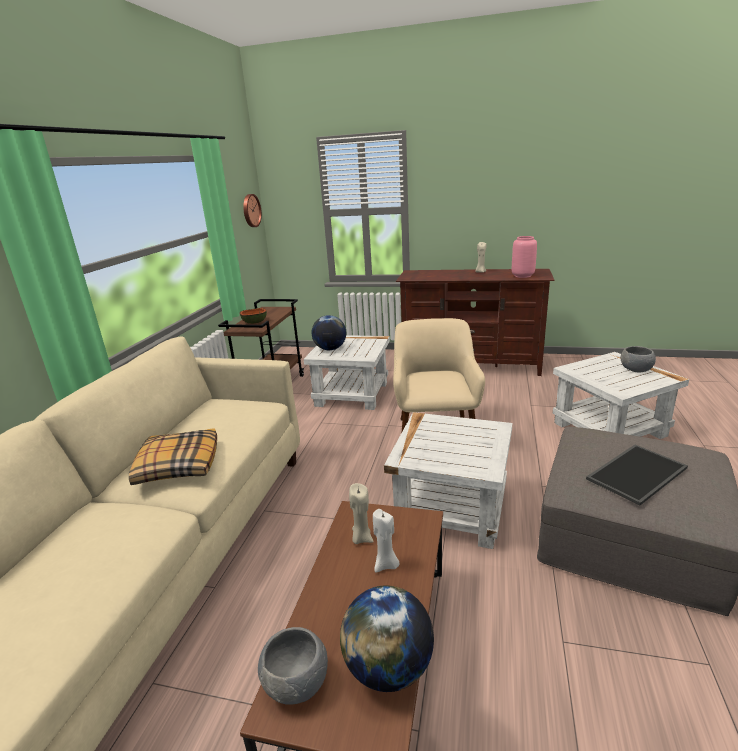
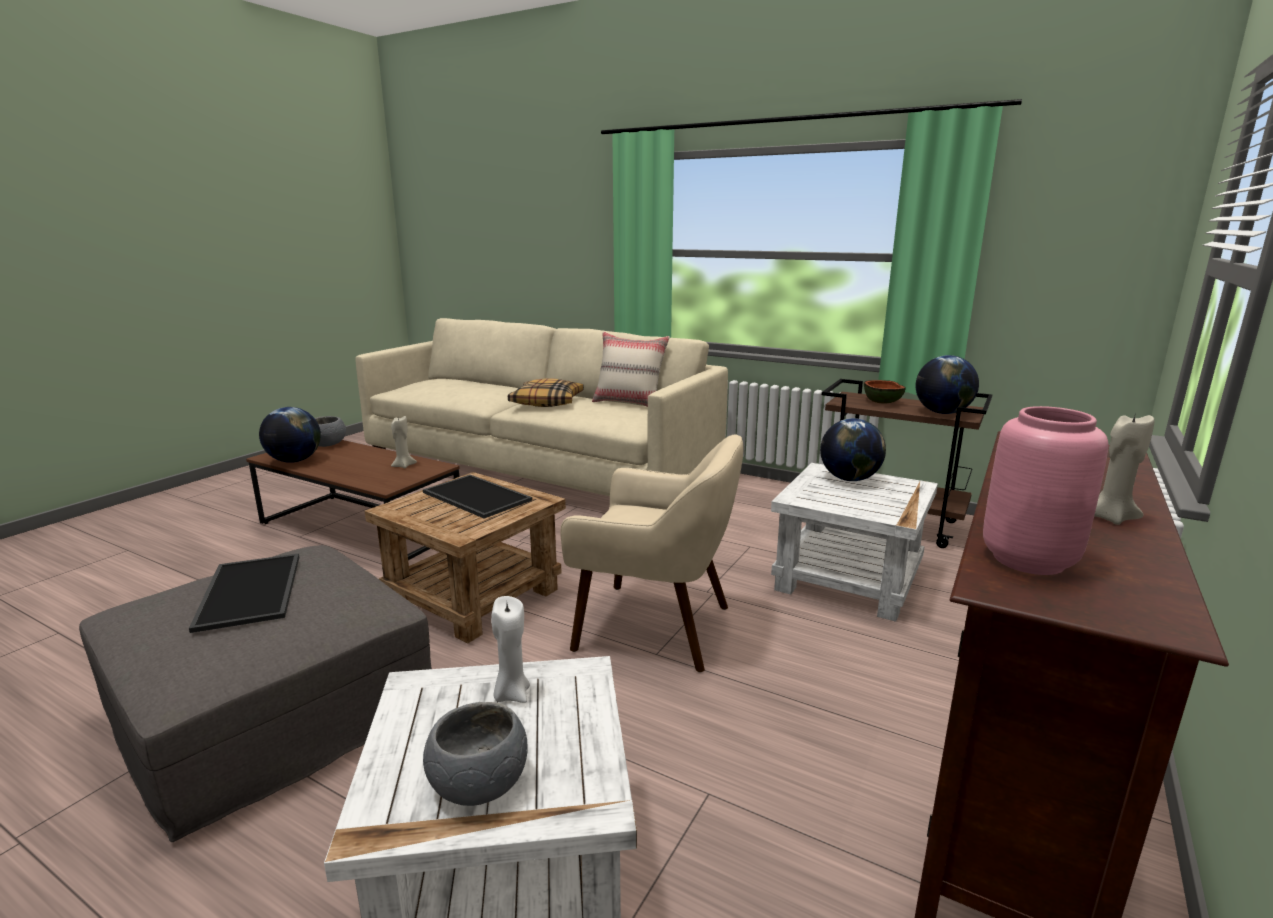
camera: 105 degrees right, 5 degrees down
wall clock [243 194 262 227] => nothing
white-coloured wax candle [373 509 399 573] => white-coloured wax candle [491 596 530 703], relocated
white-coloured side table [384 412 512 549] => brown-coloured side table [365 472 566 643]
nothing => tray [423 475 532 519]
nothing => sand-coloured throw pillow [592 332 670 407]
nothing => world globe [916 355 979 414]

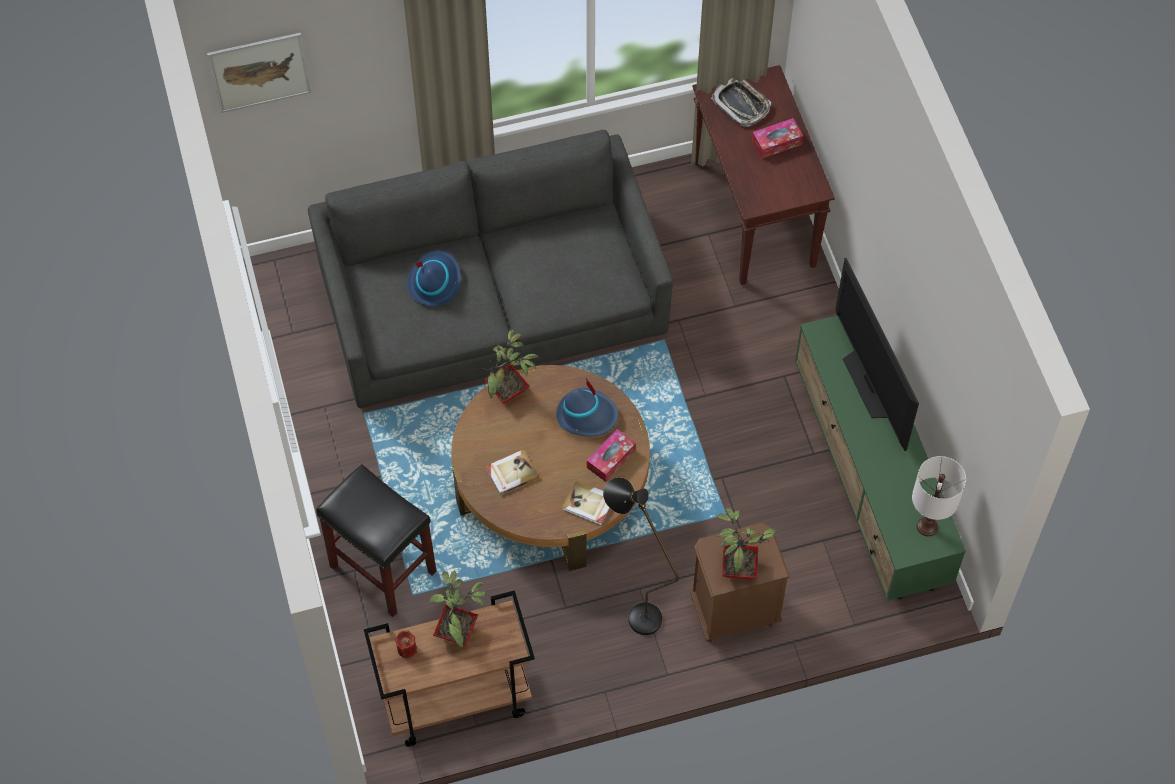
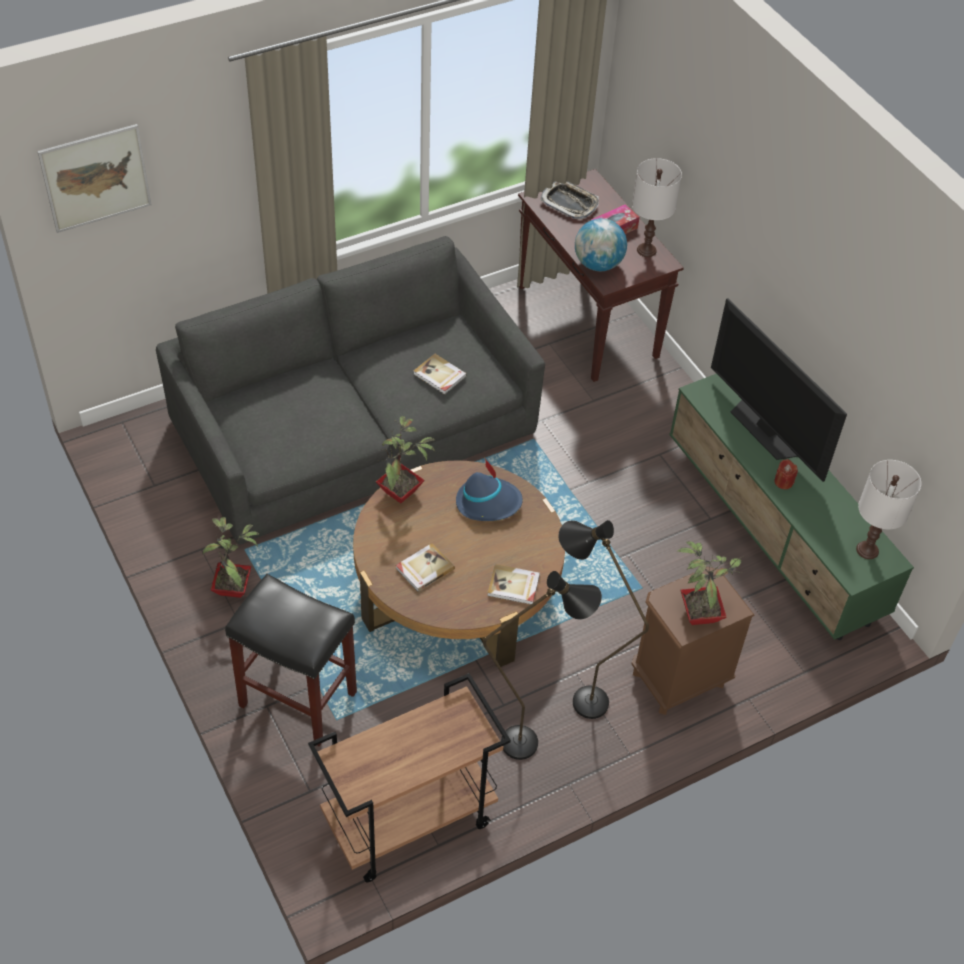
camera: 15 degrees left, 10 degrees down
red-coloured wax candle [395 630 417 658] => red-coloured wax candle [774 459 798 489], relocated
bluish hat [407 251 461 306] => nothing
houseplant [429 571 489 648] => houseplant [203 517 259 598], relocated
tissue box [587 429 636 482] => nothing
nothing => bound book [413 354 467 395]
nothing => black standing lamp [483 571 602 760]
nothing => world globe [575 218 627 271]
nothing => white-coloured tabletop lamp [632 158 682 257]

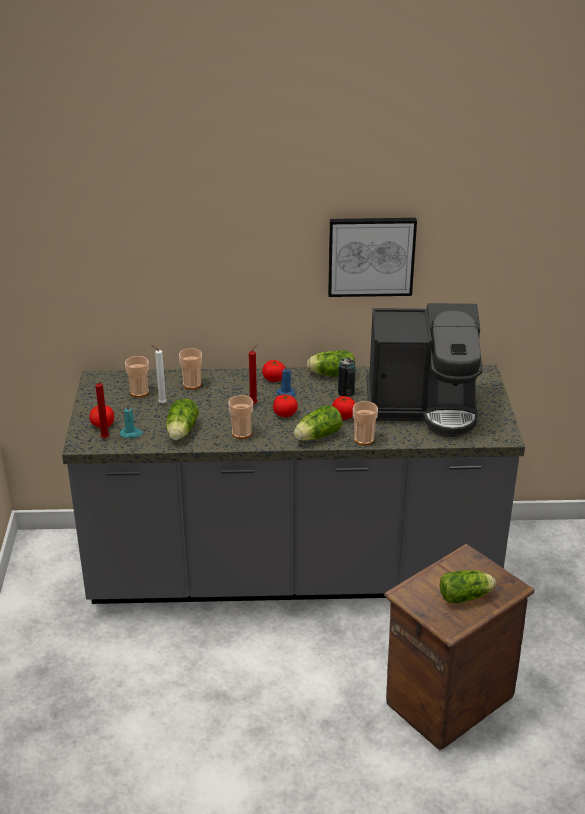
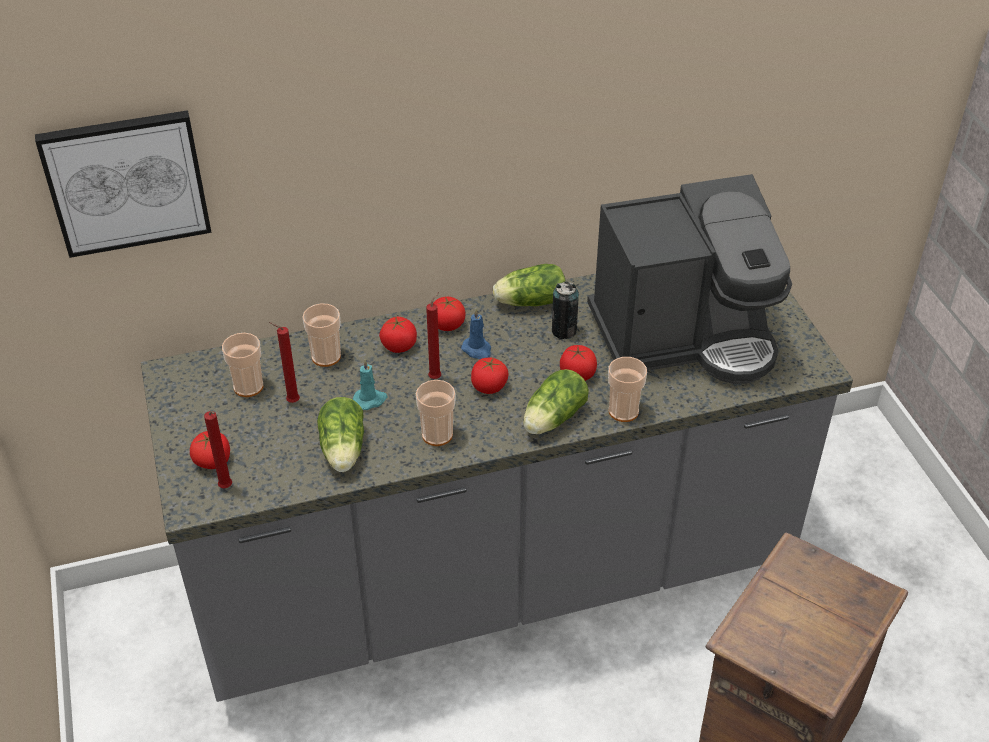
camera: 15 degrees left, 10 degrees up
blue-green wax candle [120 403 143 438] => blue-green wax candle [353 359 387 410], relocated
white-coloured wax candle [152 345 167 404] => red-coloured wax candle [269 322 300 403]
wall art [328 218 417 297] => wall art [35 110 212 258], relocated
lettuce [440 570 496 603] => nothing
nothing => whole tomato [379 316 417 353]

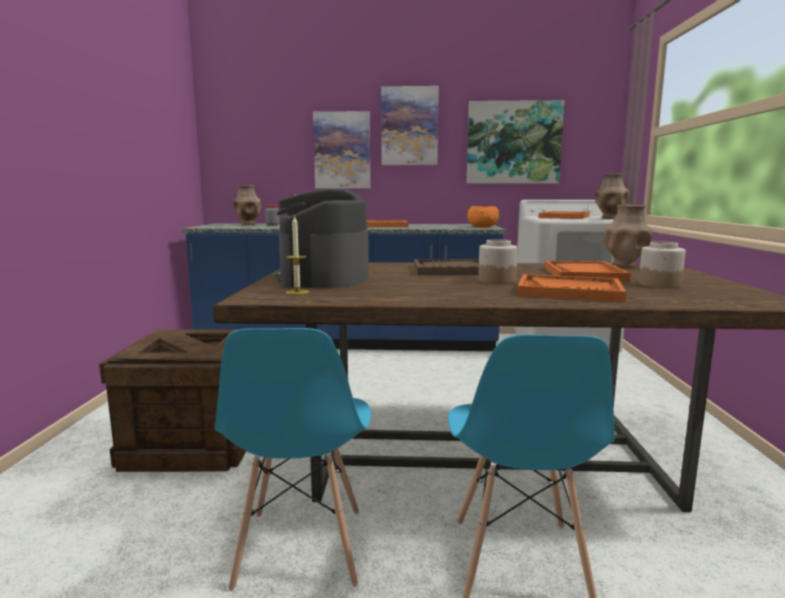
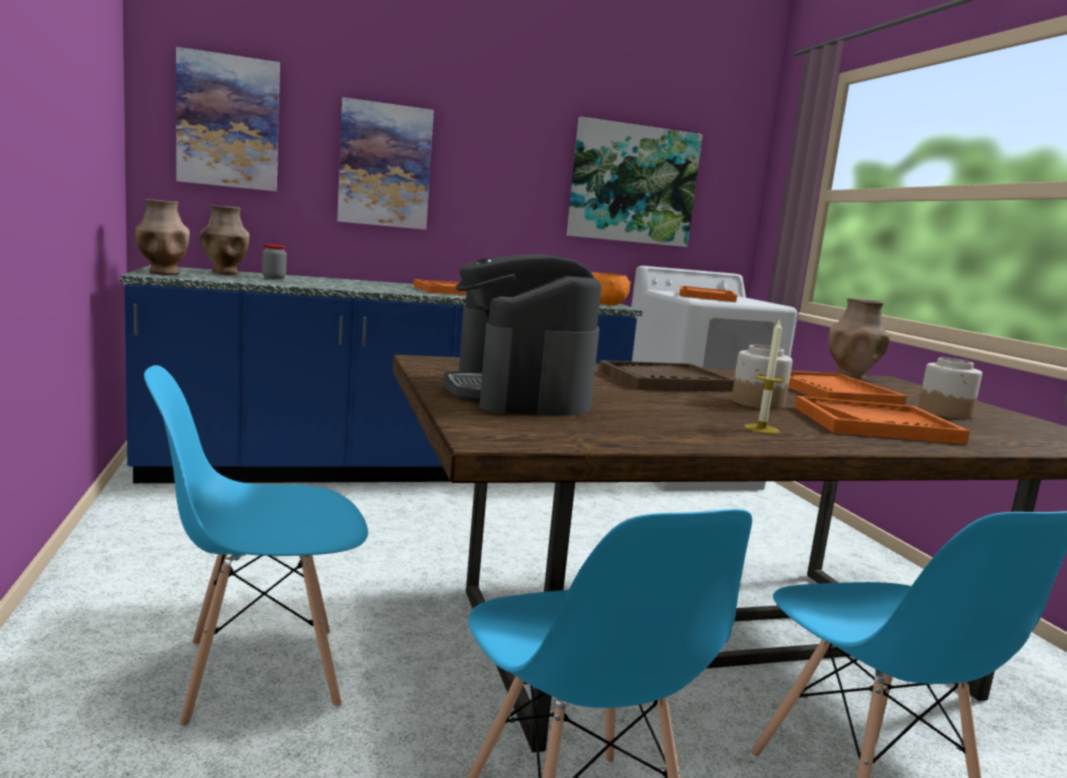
camera: 20 degrees left, 0 degrees up
packing crate [99 329 246 472] => bluish chair [144 365 368 728]
wax candle [286 216 309 295] => wax candle [744 319 785 434], relocated
wall art [381 86 439 165] => wall art [176 47 280 192], relocated
brown-coloured decorative vase [595 173 629 219] => brown-coloured decorative vase [135 199 190 275], relocated

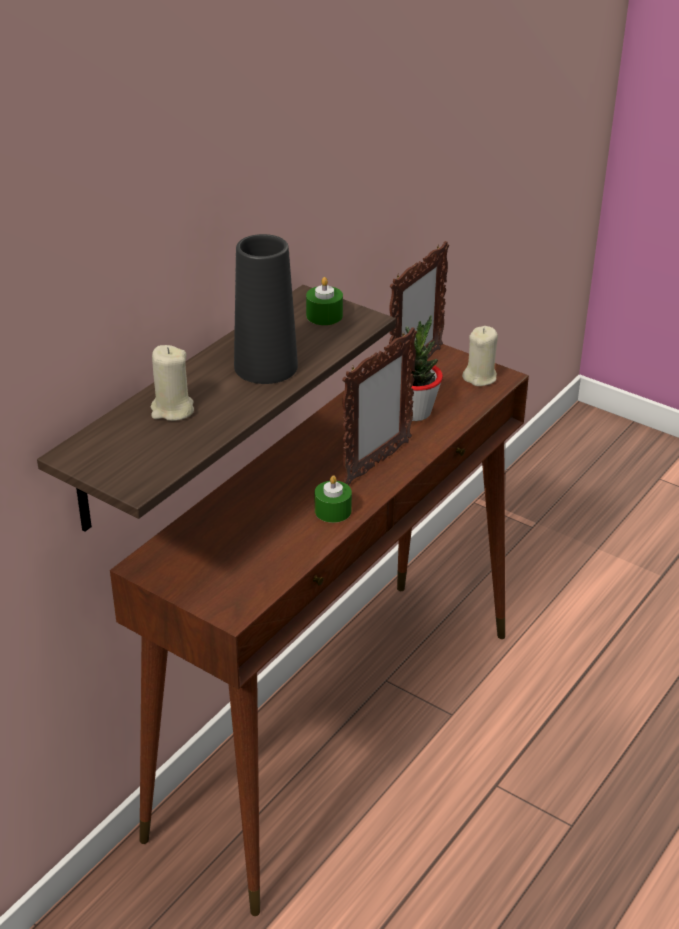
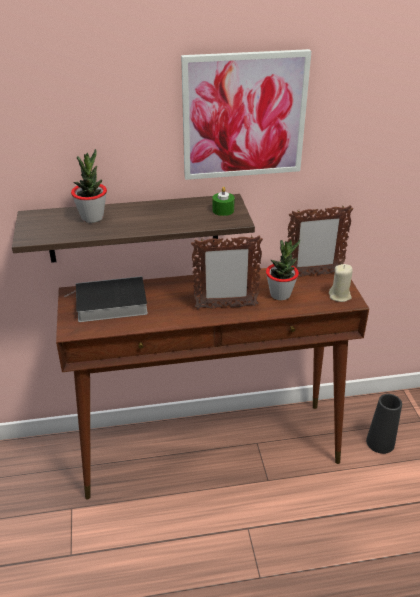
camera: 45 degrees right, 0 degrees up
sand-coloured wax candle [151 345 194 421] => houseplant [71 149 107 223]
black decorative vase [234 234 298 384] => black decorative vase [366 394 402 454], relocated
green-coloured wax candle [315 475 352 523] => nothing
nothing => bound book [65 276 148 322]
nothing => wall art [181 49 312 180]

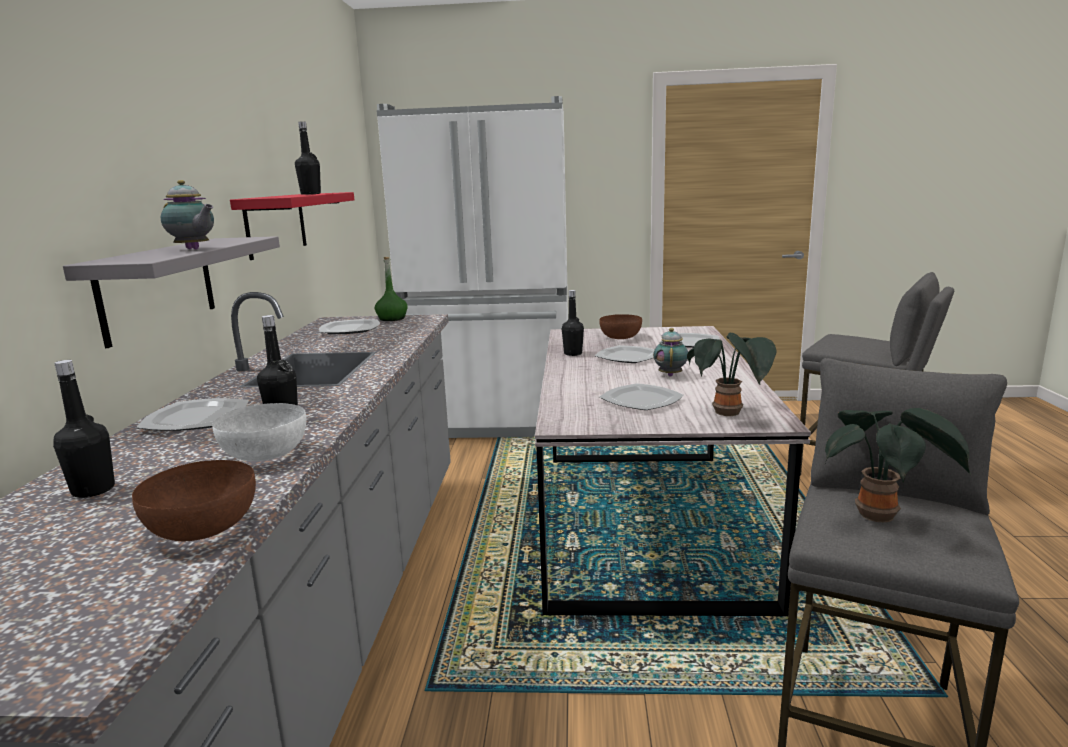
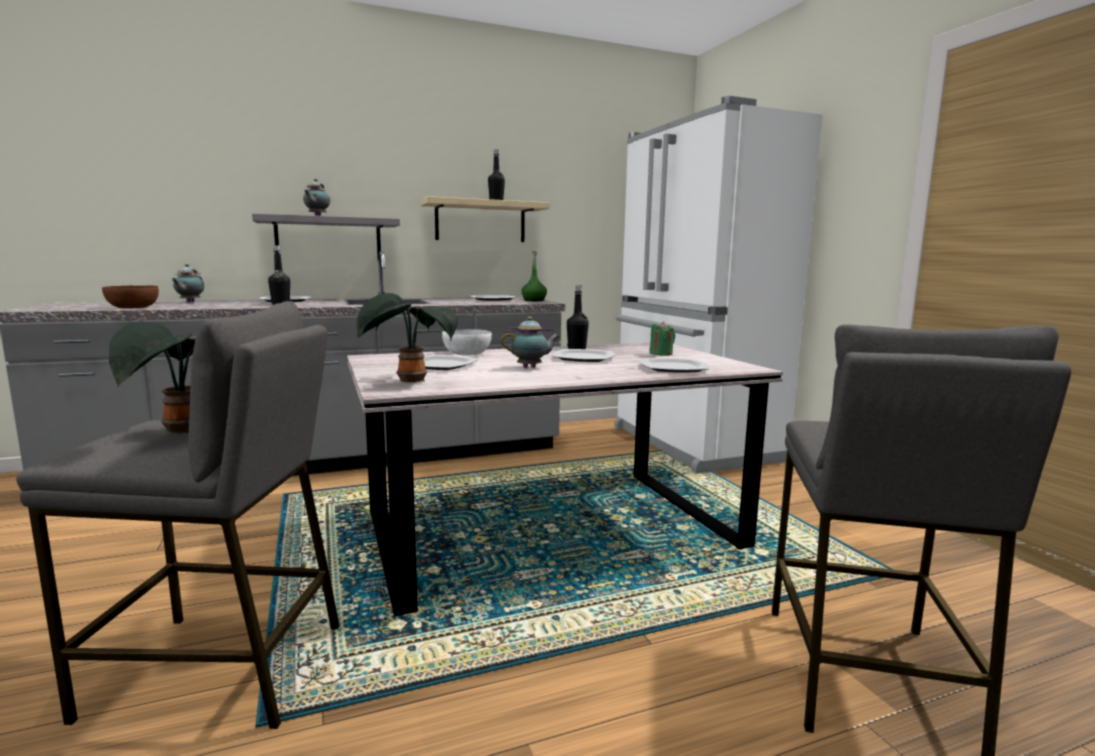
camera: 65 degrees right, 5 degrees down
black drink bottle [53 360 115 498] => teapot [171 264 204 302]
white-coloured deep dish [212 403 307 461] => white-coloured deep dish [442 329 492 356], relocated
red-coloured shelf [230 192 355 260] => sand-coloured shelf [420 196 550 242]
brown-coloured deep dish [599 314 642 339] => green-coloured wax candle [649 321 675 356]

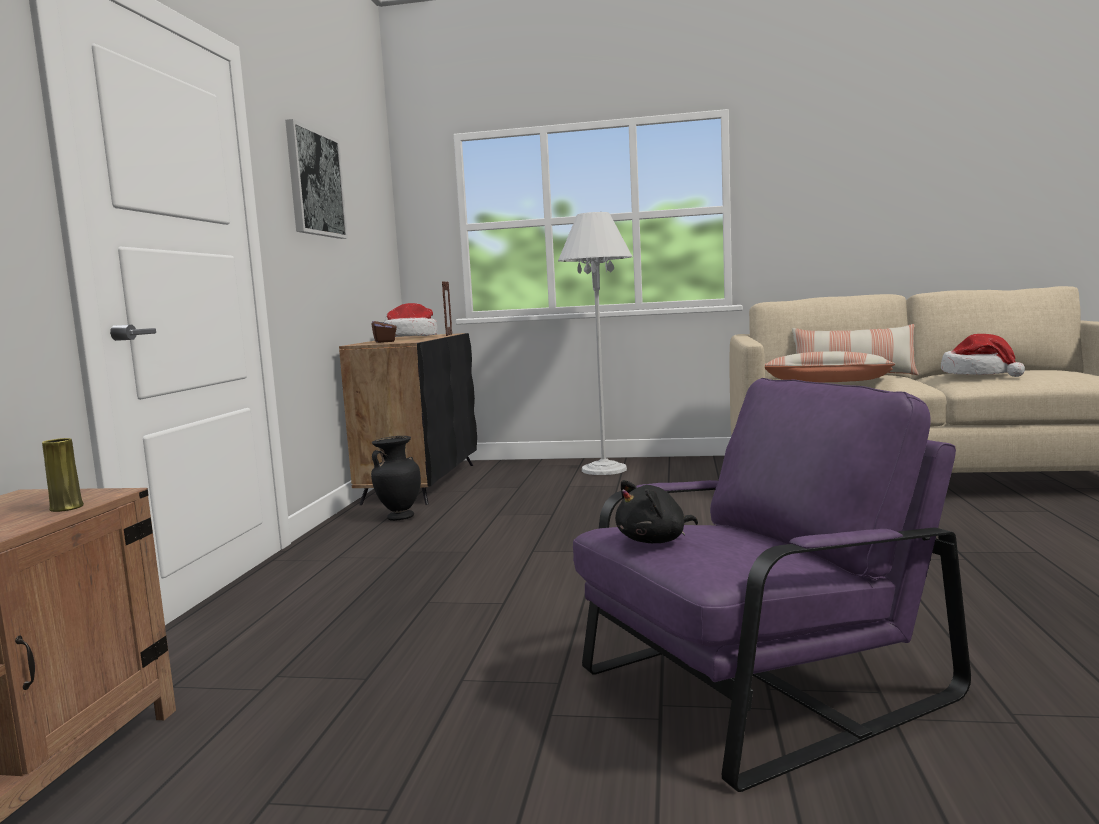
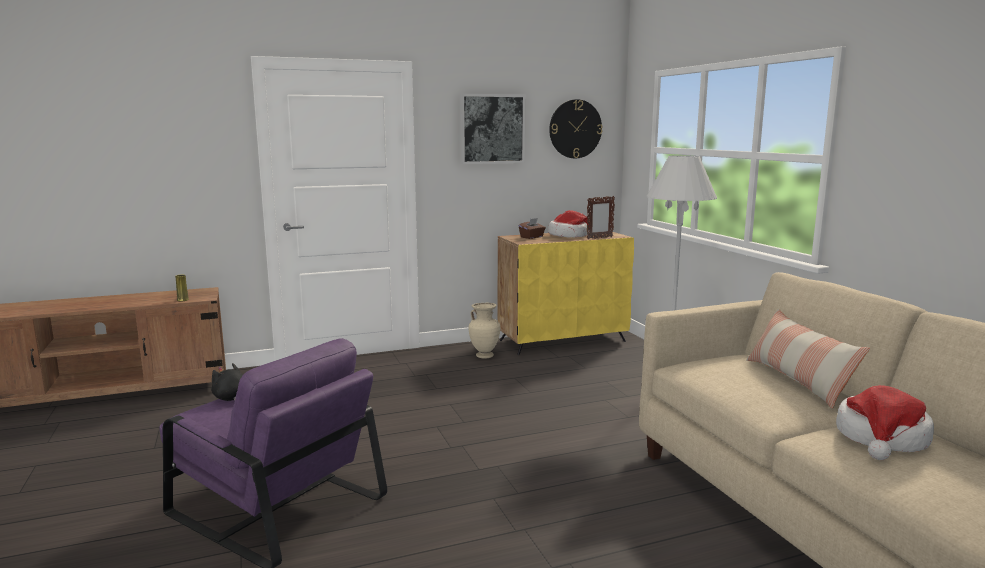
camera: 60 degrees right, 5 degrees up
black storage cabinet [339 333 477 505] => yellow storage cabinet [498 232 634 355]
black decorative vase [371 436 421 521] => sand-coloured decorative vase [469 303 500 358]
throw pillow [765 351 895 382] => nothing
nothing => wall clock [549 99 602 158]

